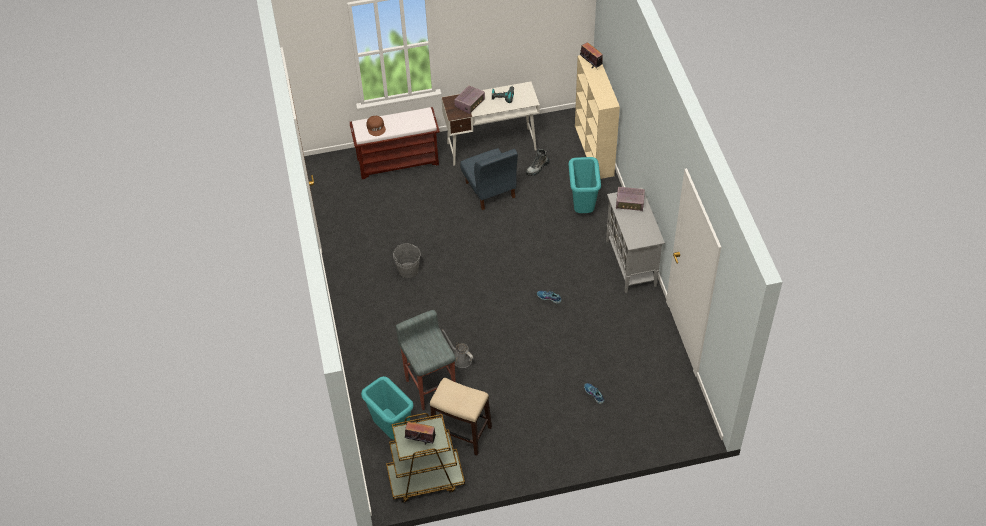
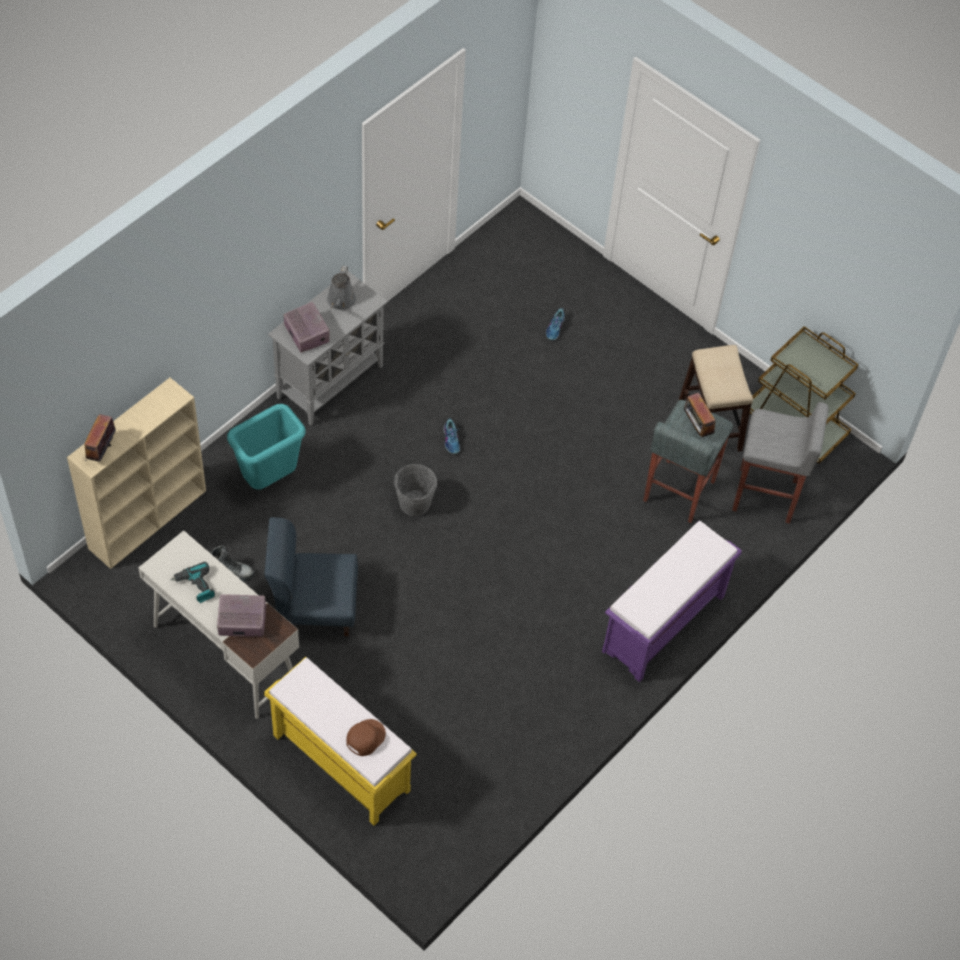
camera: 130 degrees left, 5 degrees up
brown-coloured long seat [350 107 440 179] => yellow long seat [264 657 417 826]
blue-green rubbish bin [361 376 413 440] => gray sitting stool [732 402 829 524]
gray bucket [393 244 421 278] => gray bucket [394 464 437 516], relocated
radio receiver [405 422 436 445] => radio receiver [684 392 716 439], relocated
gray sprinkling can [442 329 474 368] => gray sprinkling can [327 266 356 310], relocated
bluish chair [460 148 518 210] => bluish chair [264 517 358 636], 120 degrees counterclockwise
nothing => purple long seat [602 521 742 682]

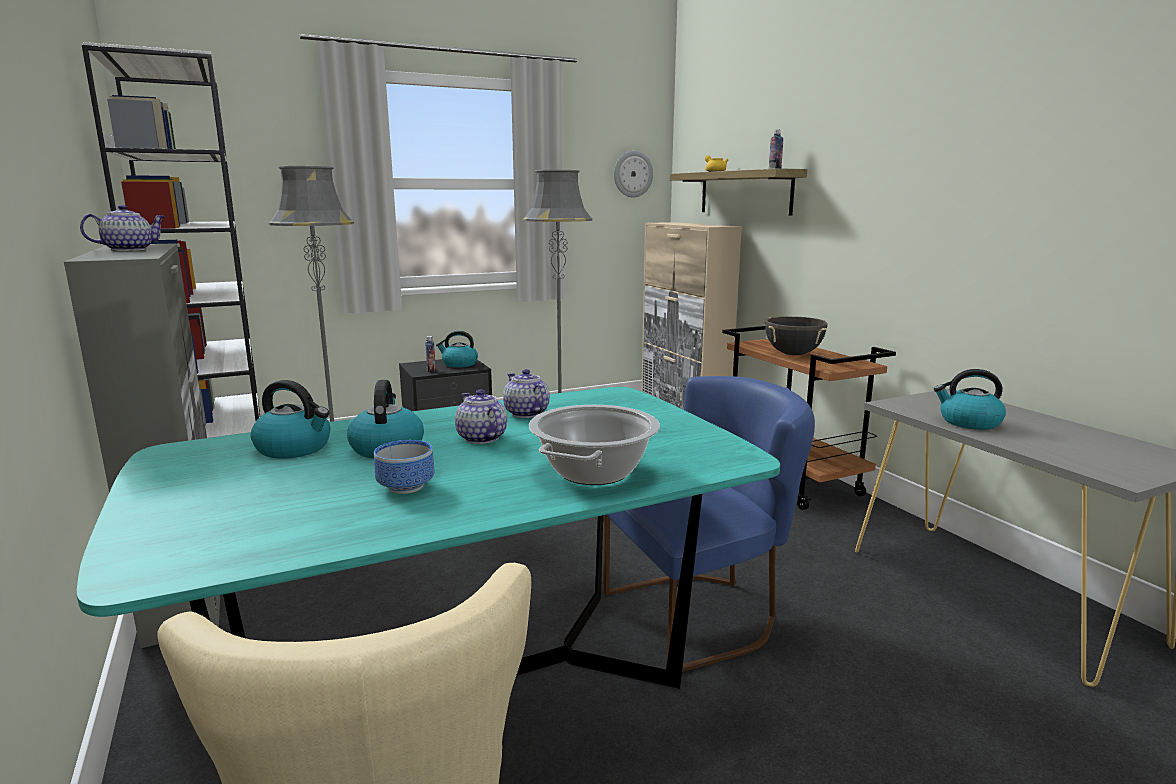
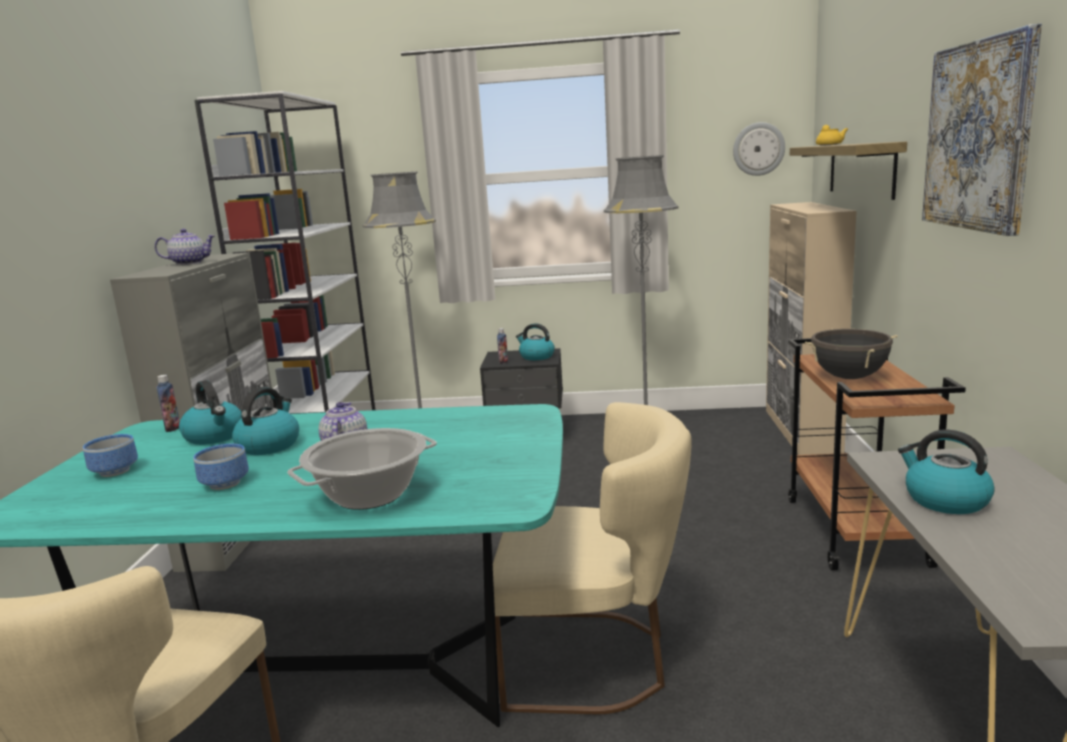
camera: 30 degrees right, 0 degrees up
teapot [503 369 550 418] => nothing
bluish chair [603 376 815 672] => sand-coloured chair [493 402 692 714]
drink bottle [769 130 783 169] => drink bottle [157 375 180 432], relocated
nothing => deep dish [83 434 138 477]
nothing => wall art [922 24 1042 236]

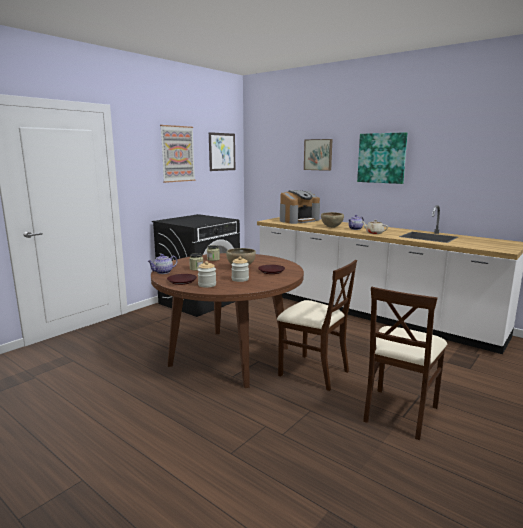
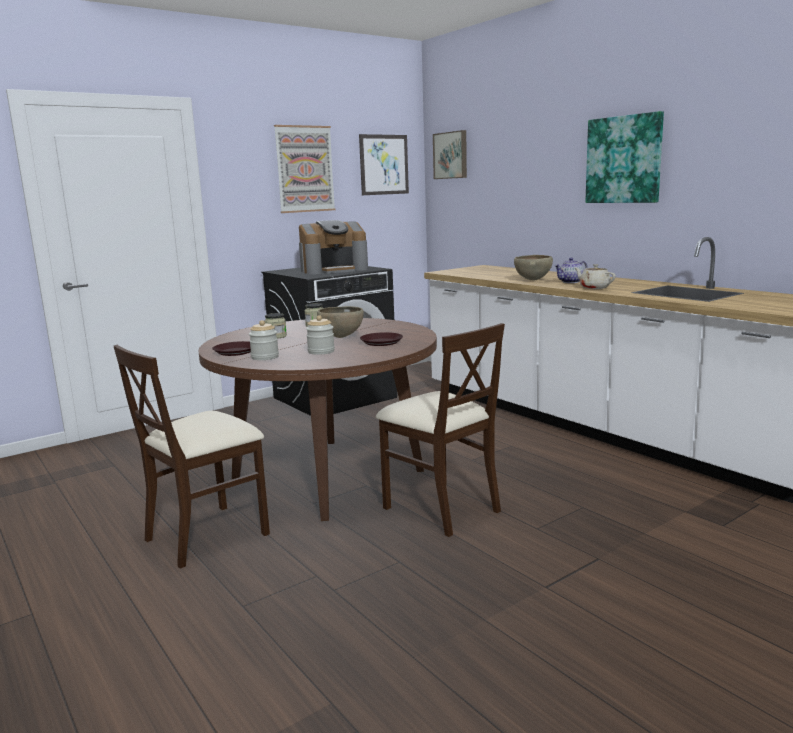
camera: 15 degrees right, 0 degrees up
teapot [147 254 177 274] => nothing
coffee machine [280 190 320 224] => coffee machine [299 220 368 274], relocated
wall art [304 139 332 171] => wall art [433 130 467 179], relocated
sand-coloured chair [363 287 447 440] => sand-coloured chair [114 345 270 569], relocated

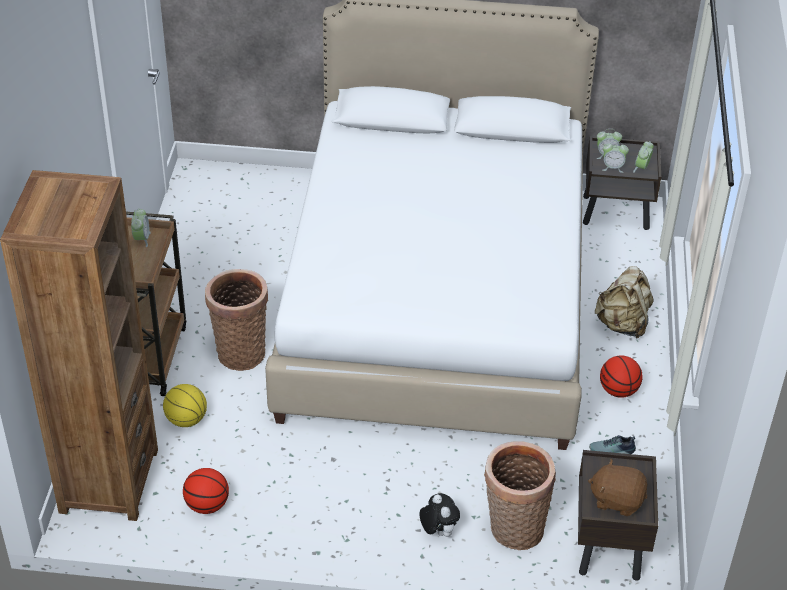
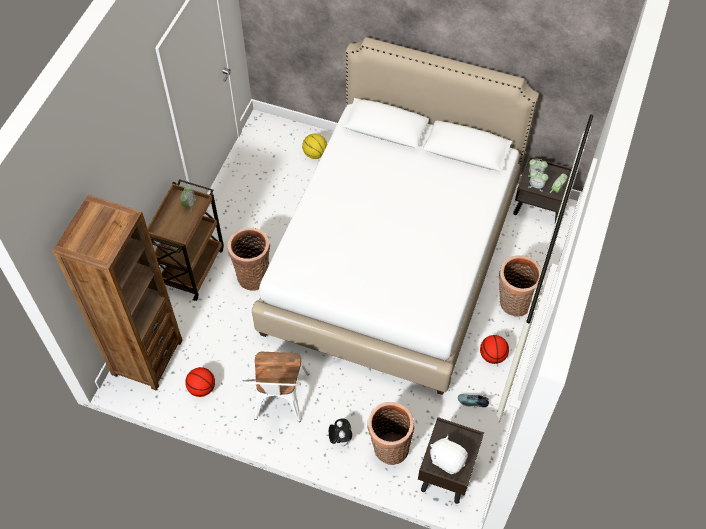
camera: 15 degrees right, 15 degrees up
basketball [163 384 207 427] => basketball [302 134 327 159], relocated
brown-coloured cuddly toy [588 459 647 516] => white-coloured cuddly toy [430 435 468 474]
sand-coloured knapsack [595 266 653 339] => storage basket [499 255 541 317]
nothing => white-coloured chair [241 352 309 422]

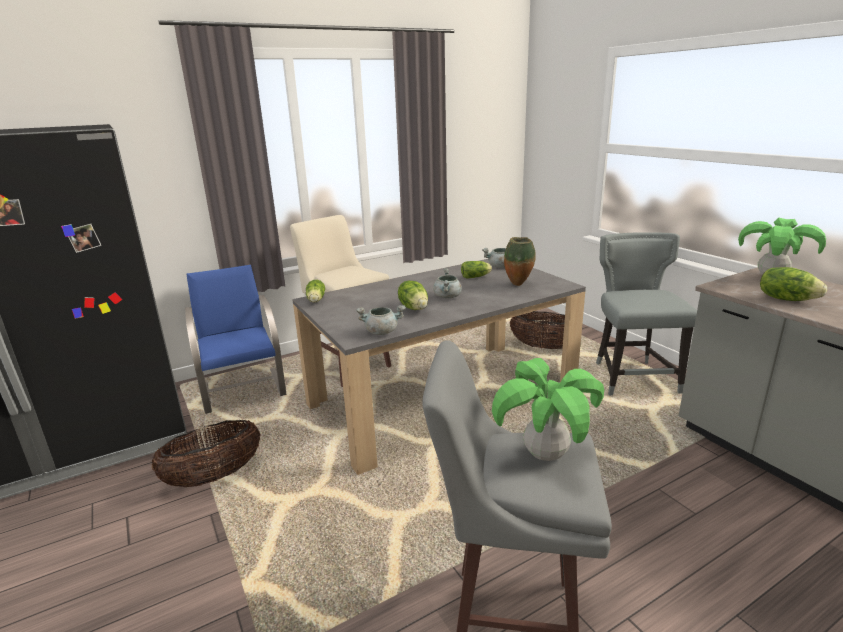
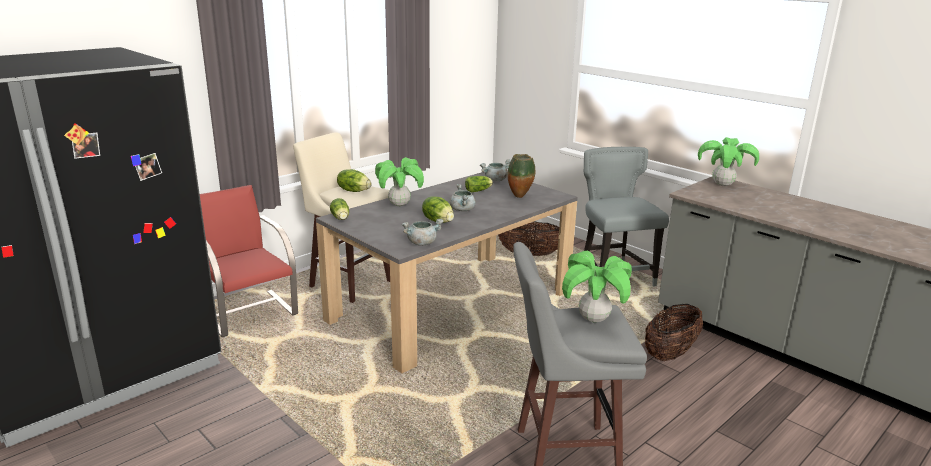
camera: 15 degrees left, 0 degrees up
storage basket [152 419 261 487] => storage basket [645 304 703 361], relocated
bluish chair [185 265 286 414] => red-coloured chair [200 185 298 337]
lettuce [760 267 827 301] => lettuce [337 169 372 192], relocated
nothing => houseplant [375 157 424 206]

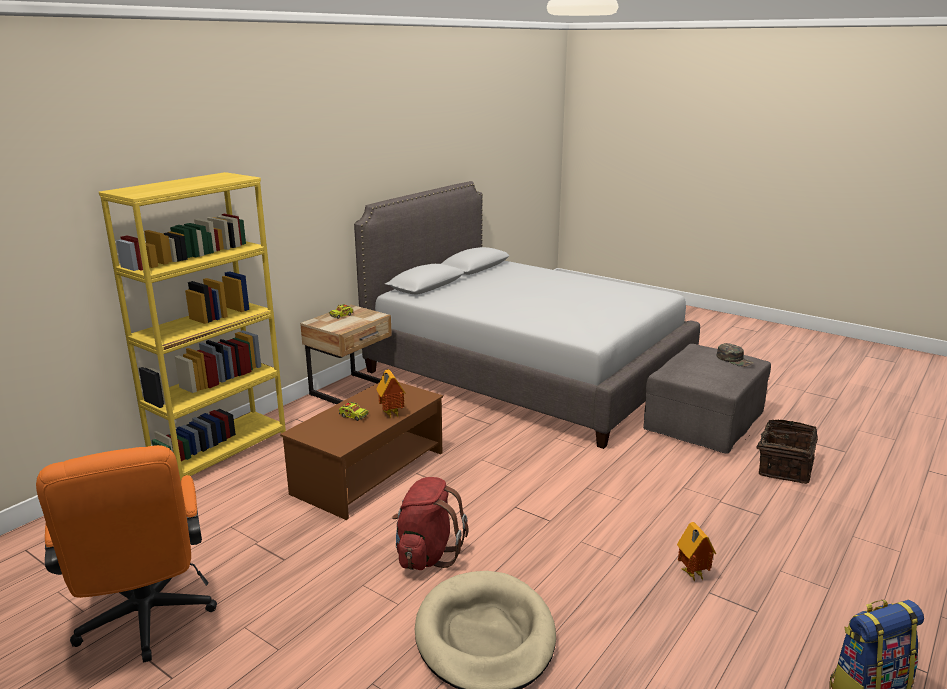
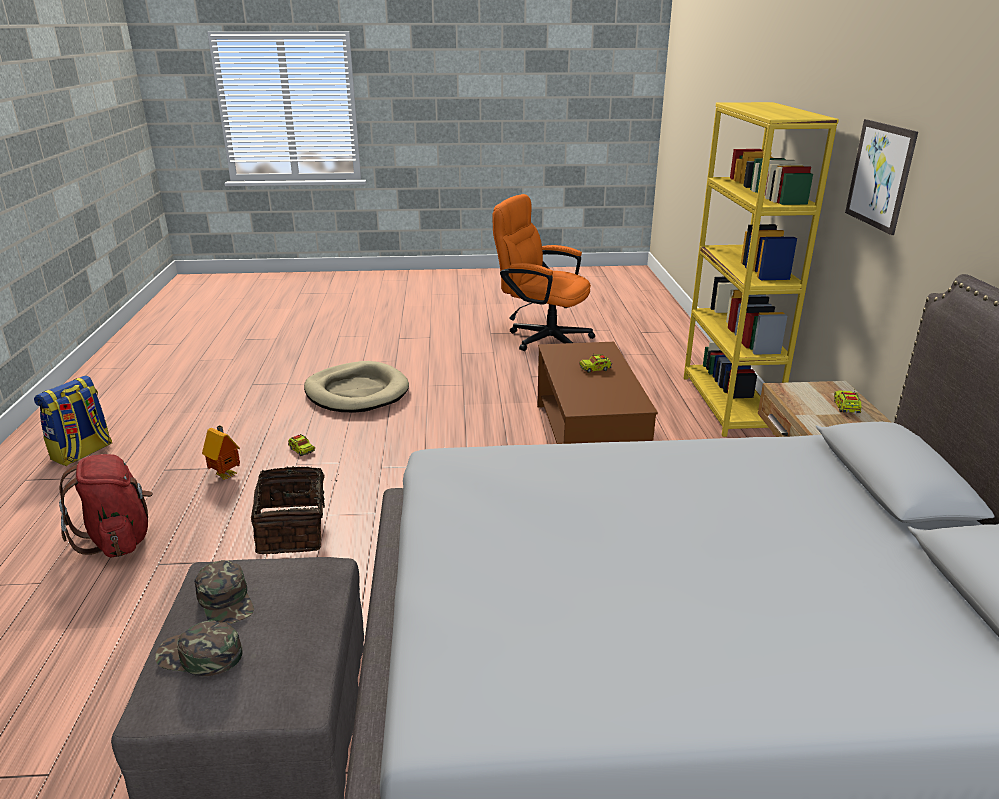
camera: 140 degrees right, 5 degrees up
model house [376 369 406 418] => nothing
red-coloured knapsack [392 477 469 570] => red-coloured knapsack [59 454 153 557], relocated
storage basket [745 419 818 484] => storage basket [251 466 339 554], relocated
nothing => green-coloured cap [194 560 254 624]
nothing => toy lorry [288 434 315 456]
nothing => wall art [845 119 918 235]

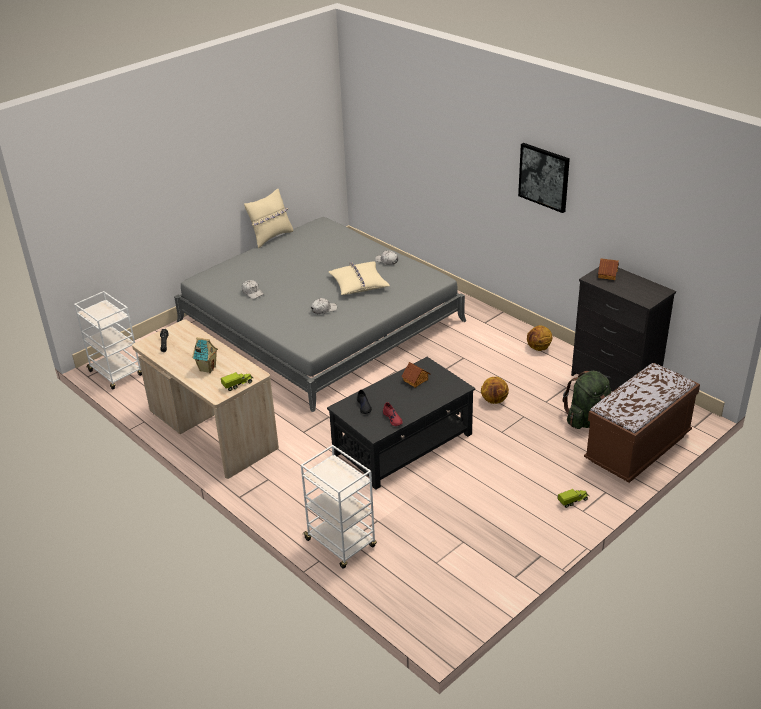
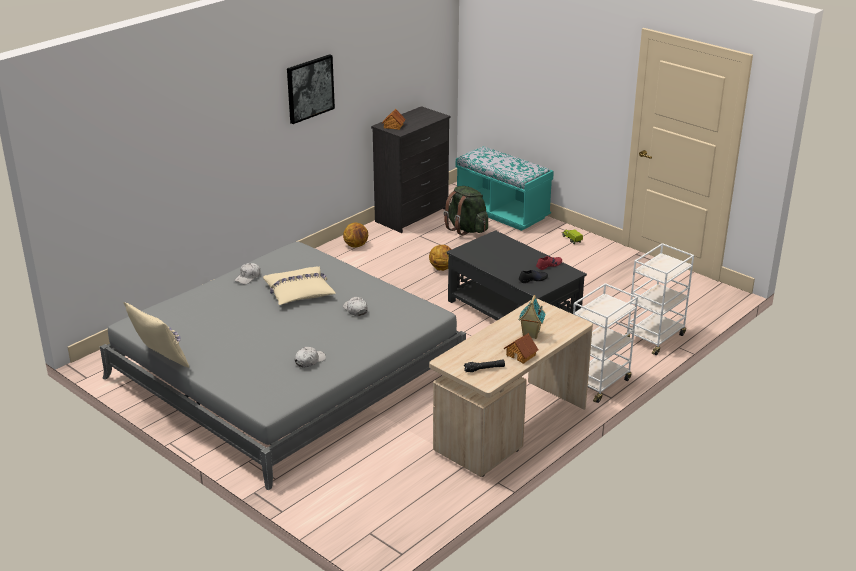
camera: 95 degrees left, 5 degrees down
white-coloured trolley [74 291 142 390] => white-coloured trolley [573 283 638 403], relocated
toy lorry [221 372 254 391] => nothing
model house [401 362 430 388] => model house [504 333 539 364], relocated
brown-coloured long seat [584 363 700 483] => blue-green long seat [456 146 554 231]

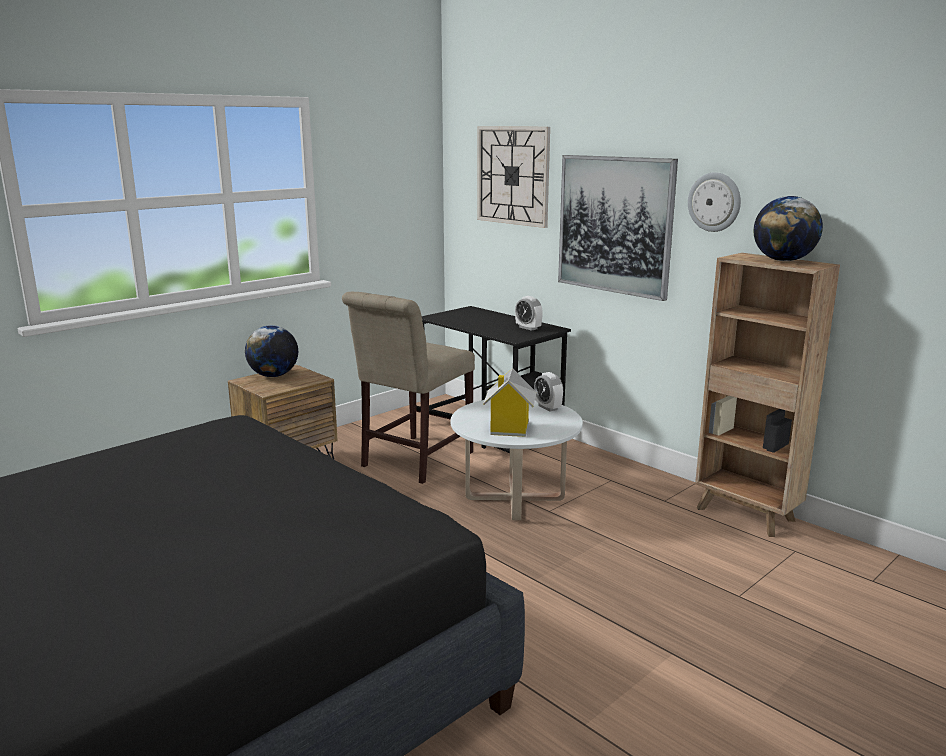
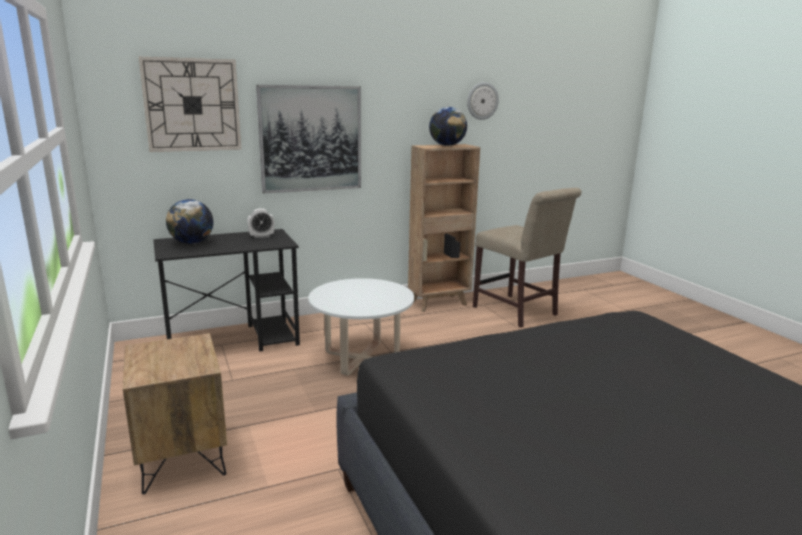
camera: 70 degrees left, 0 degrees up
world globe [245 325 298 377] => world globe [166 199 213 244], relocated
sand-coloured chair [342 292 475 484] => sand-coloured chair [473 188 582 328], relocated
model house [483 368 536 437] => nothing
table clock [534 372 563 412] => nothing
wall clock [688 172 741 232] => wall clock [467 82 499 120], relocated

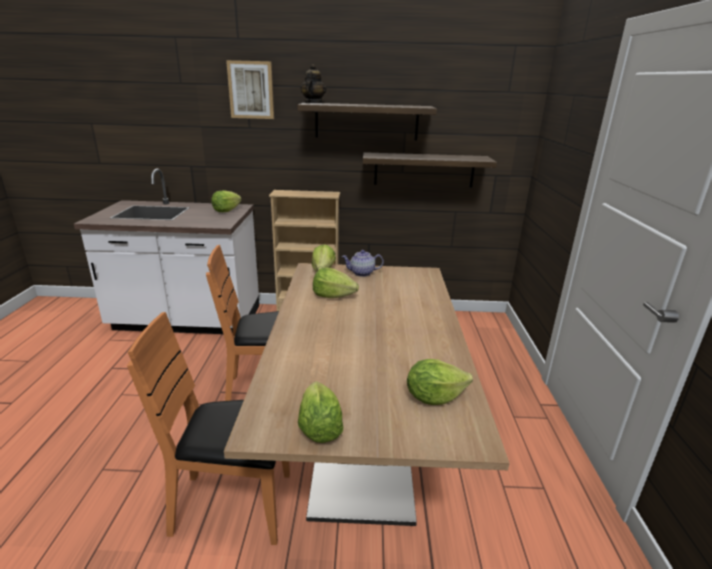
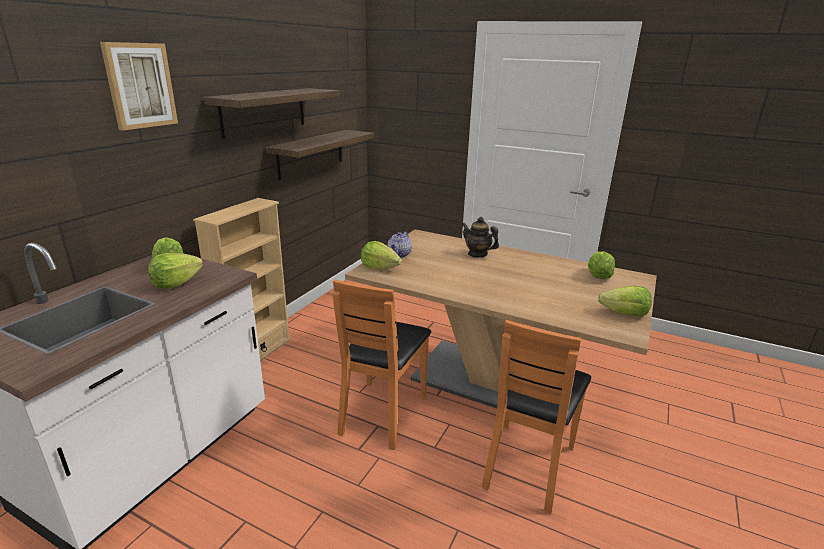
camera: 65 degrees left, 0 degrees up
teapot [300 64 327 103] => teapot [461 217 499 258], relocated
lettuce [313 267 359 298] => lettuce [148 253 203 289], relocated

